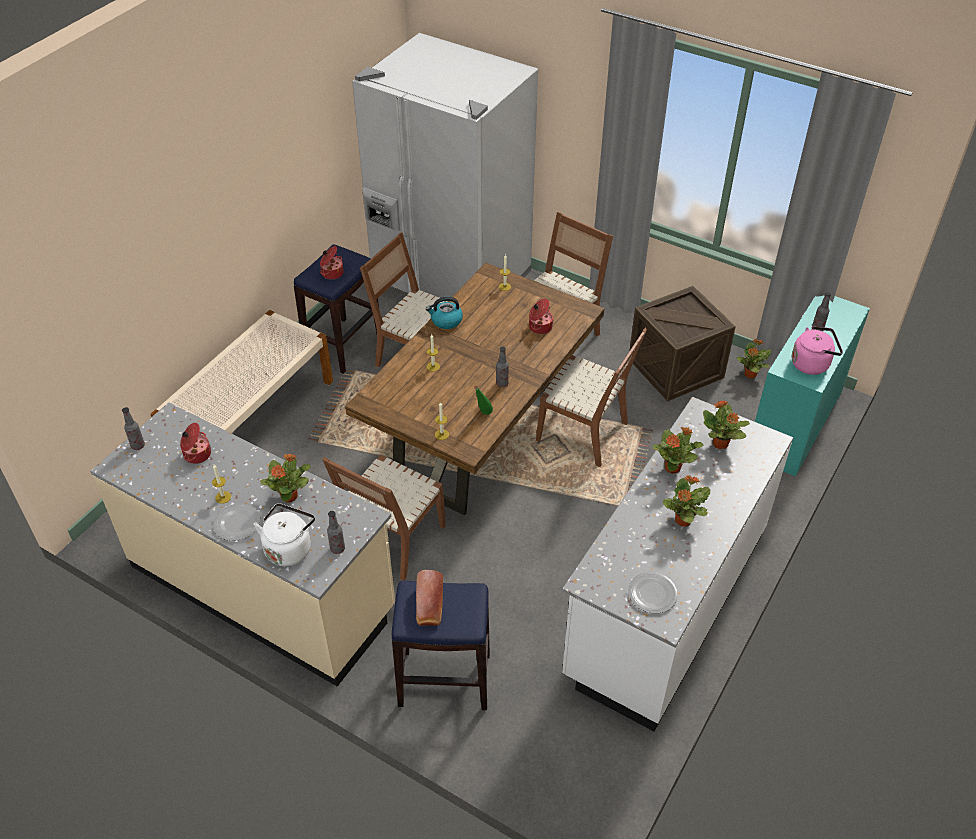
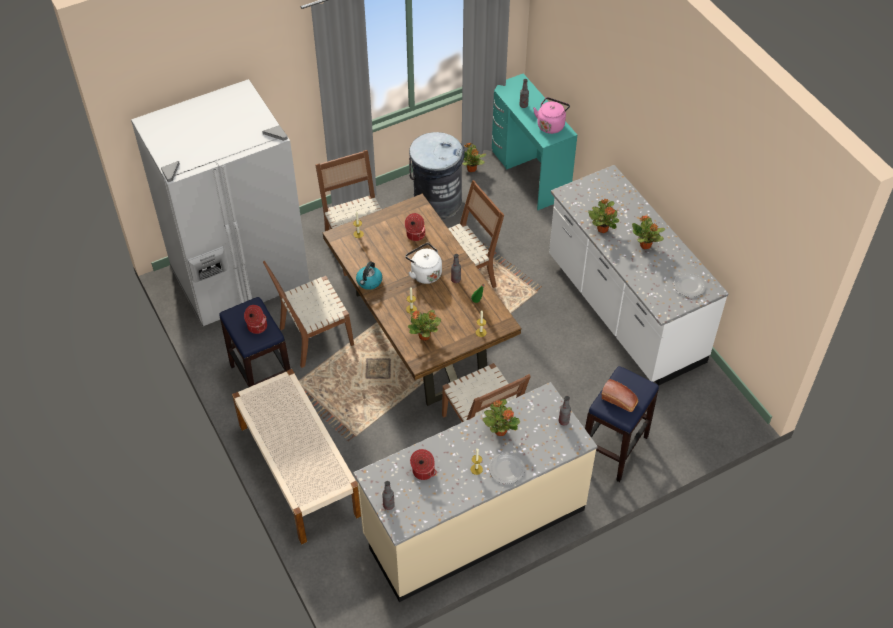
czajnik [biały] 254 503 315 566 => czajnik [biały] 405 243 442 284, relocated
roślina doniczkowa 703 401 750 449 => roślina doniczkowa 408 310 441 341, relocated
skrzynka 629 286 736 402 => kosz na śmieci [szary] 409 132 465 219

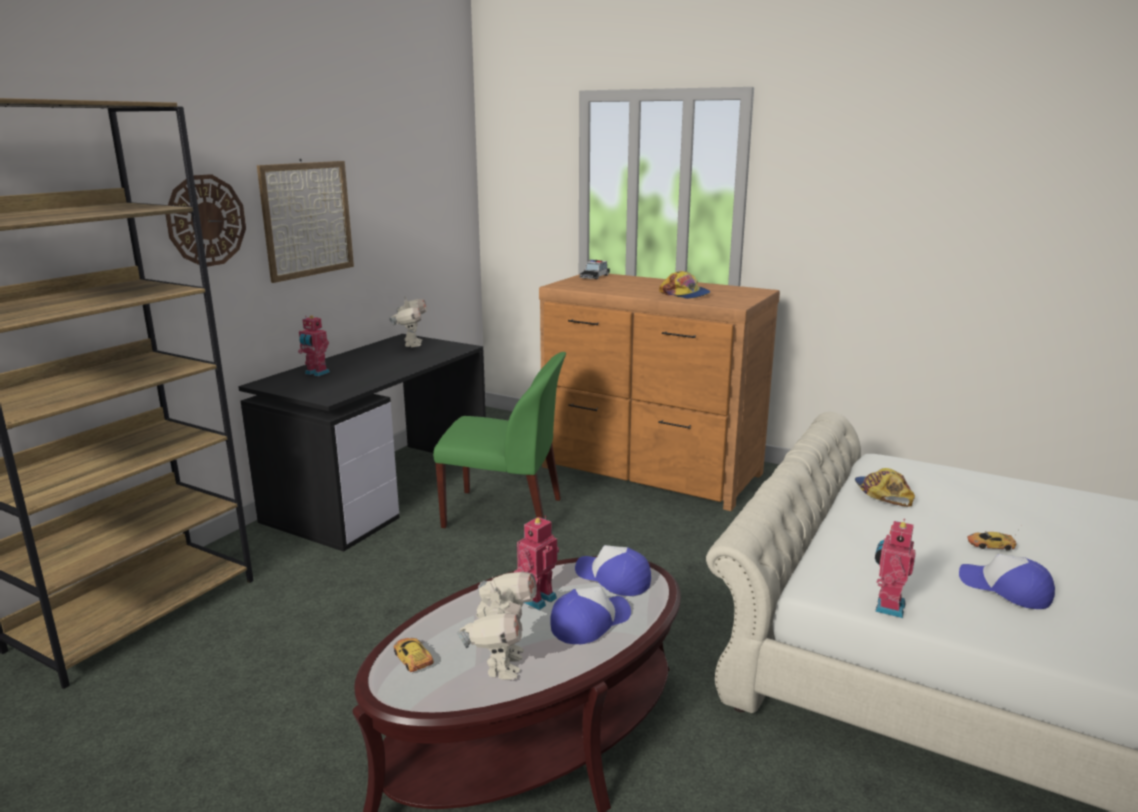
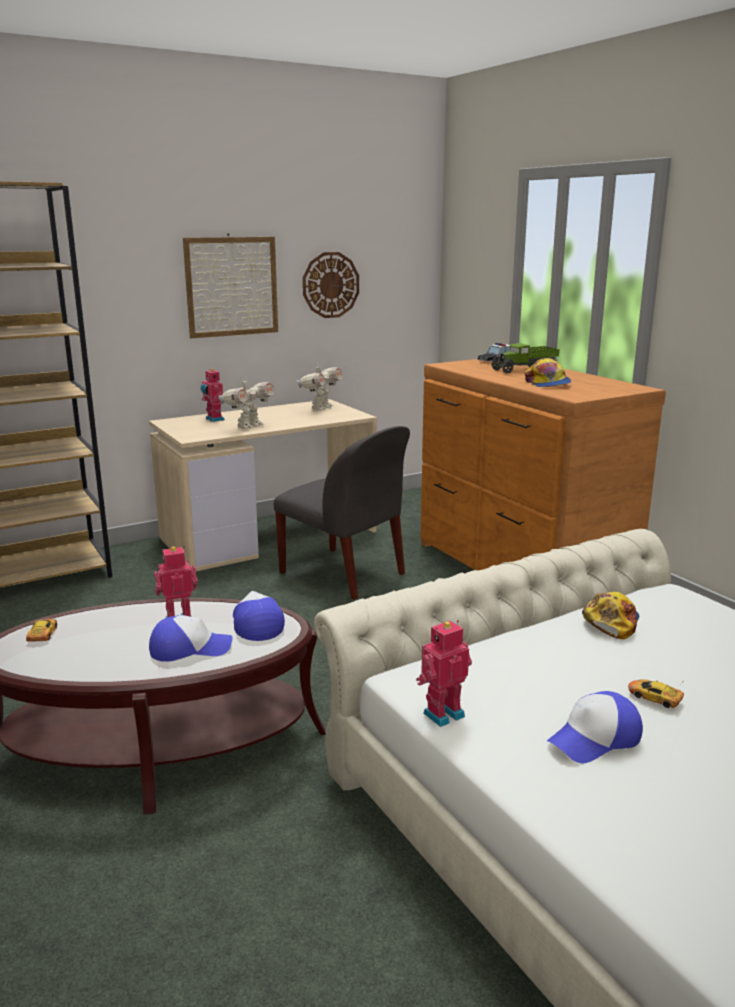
biurko [czarny] 238 334 486 552 => biurko [beżowy] 149 399 377 571
robot zabawkowy 457 572 537 680 => robot zabawkowy 219 377 274 429, relocated
krzesło [zielony] 433 352 566 528 => krzesło [szary] 274 426 410 600
zegar ścienny 165 174 246 267 => zegar ścienny 303 252 359 318, relocated
nothing => ciężarówka zabawkowa 492 343 560 373
czapka z daszkiem 959 554 1055 609 => czapka z daszkiem 547 691 643 763, 105 degrees counterclockwise

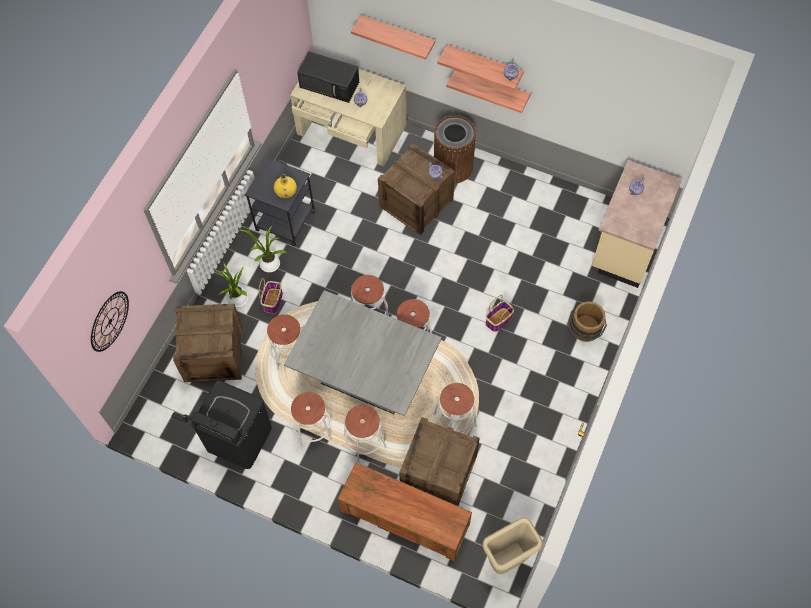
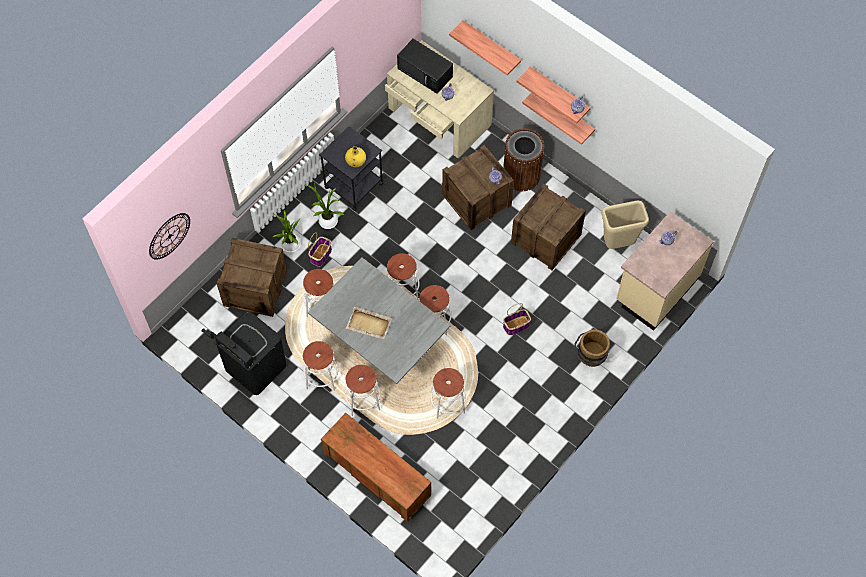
nothing => taca [beżowy] 346 307 392 339
skrzynka 399 417 479 506 => skrzynka 511 184 586 270, relocated
kosz na śmieci [beżowy] 483 518 543 574 => kosz na śmieci [beżowy] 602 200 649 249, relocated

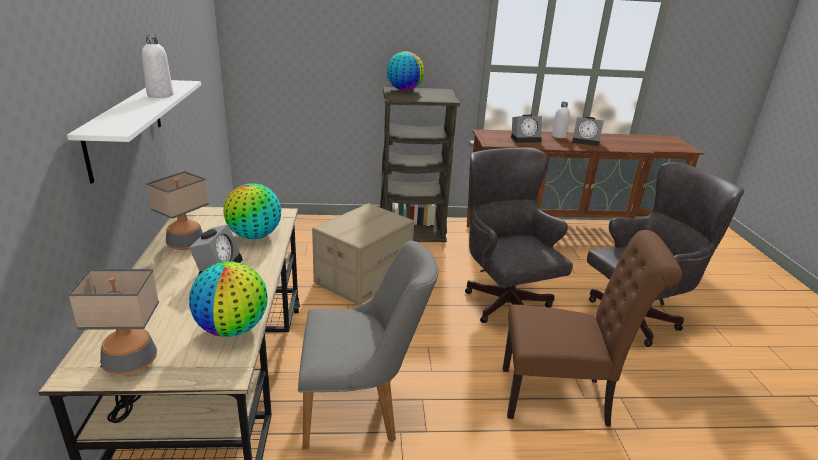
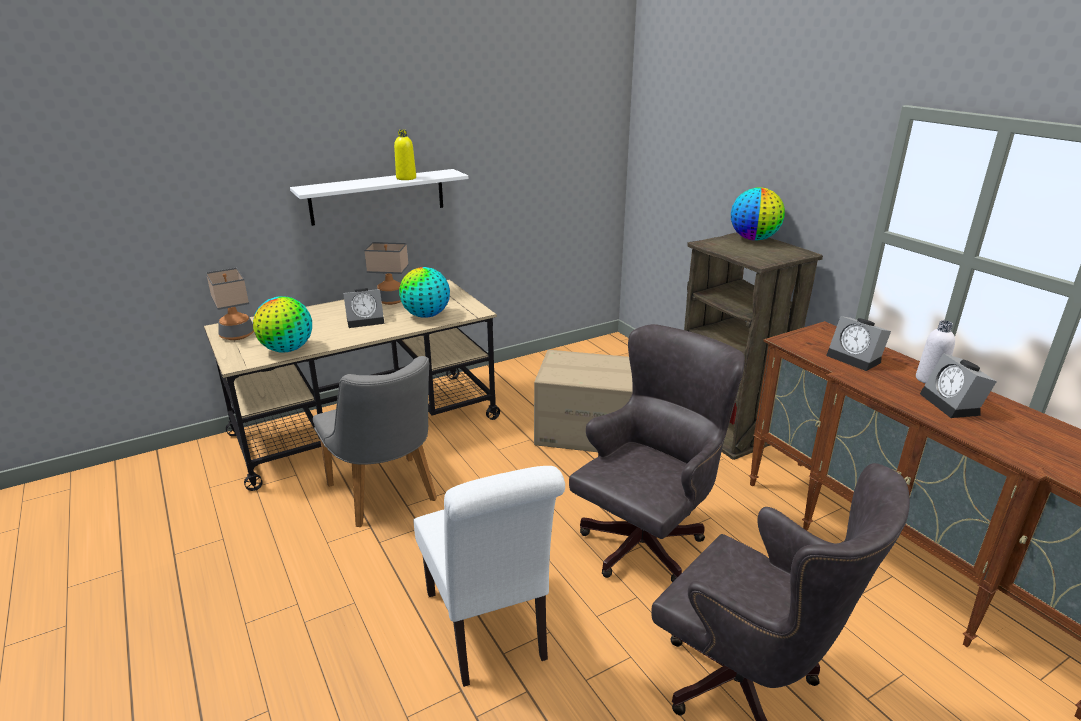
butelka [biały] 142 35 173 98 => butelka [żółty] 394 130 416 180
krzesło [brązowy] 503 230 682 427 => krzesło [biały] 414 466 565 687

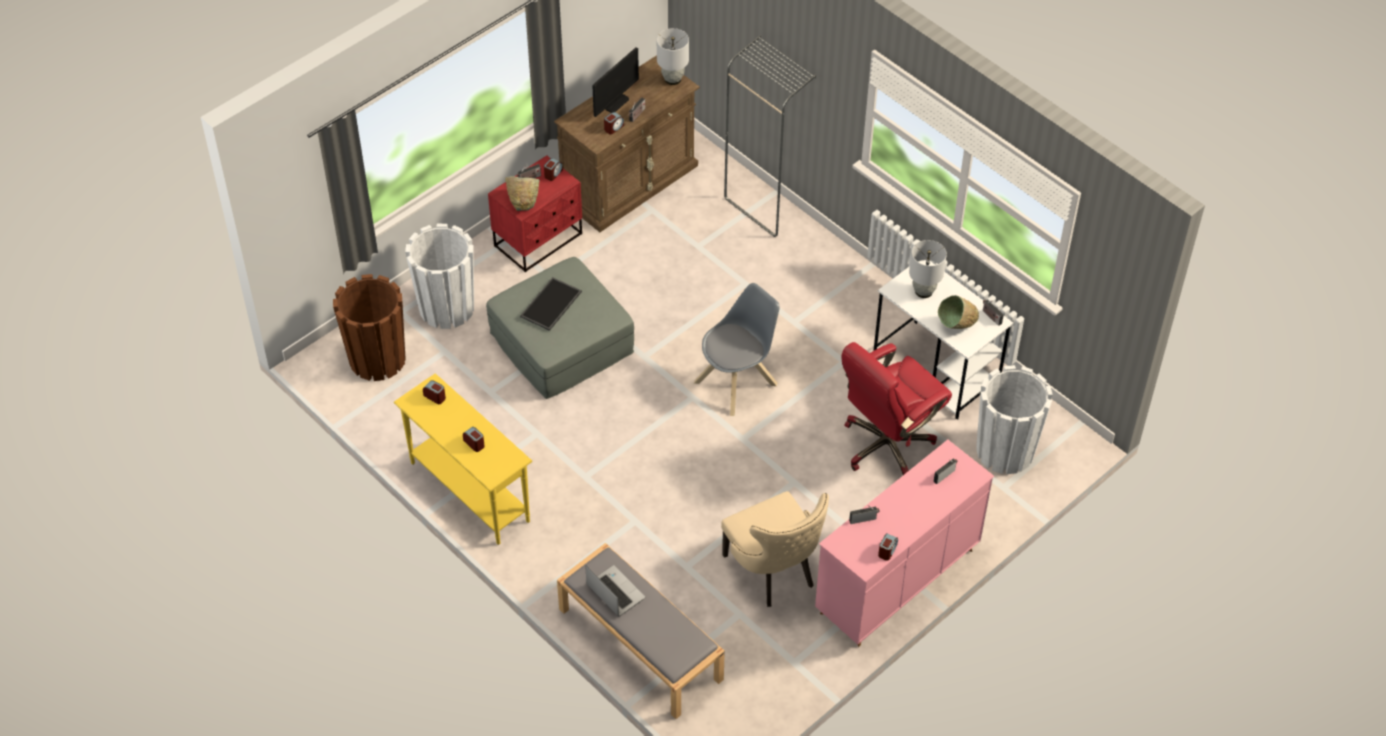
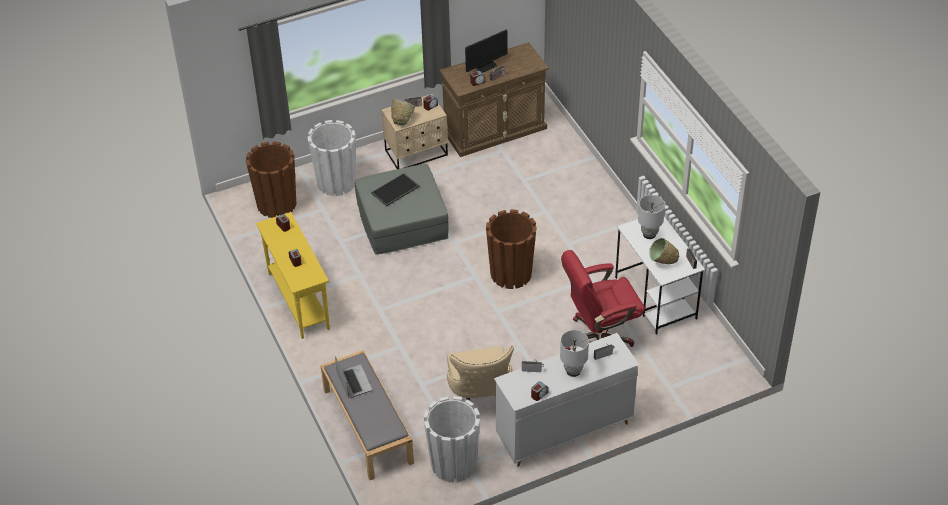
szafka nocna [czerwony] 488 155 582 272 => szafka nocna [beżowy] 382 94 448 169
donica [biały] 976 365 1053 474 => donica [biały] 424 396 480 483, relocated
krzesło [szary] 694 283 780 416 => donica [brązowy] 486 209 537 289
szafka [różowy] 815 440 994 647 => szafka [biały] 494 333 639 467
lampa stołowa [biały] 657 28 689 85 => lampa stołowa [biały] 560 330 589 377, relocated
wieszak [szary] 724 35 816 237 => nothing

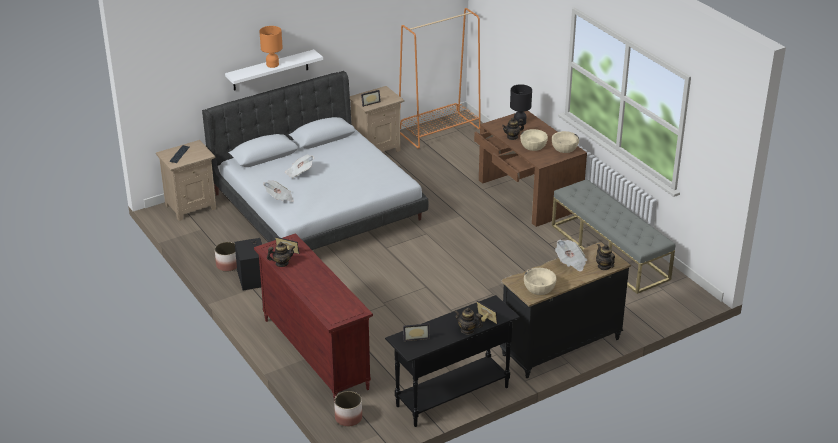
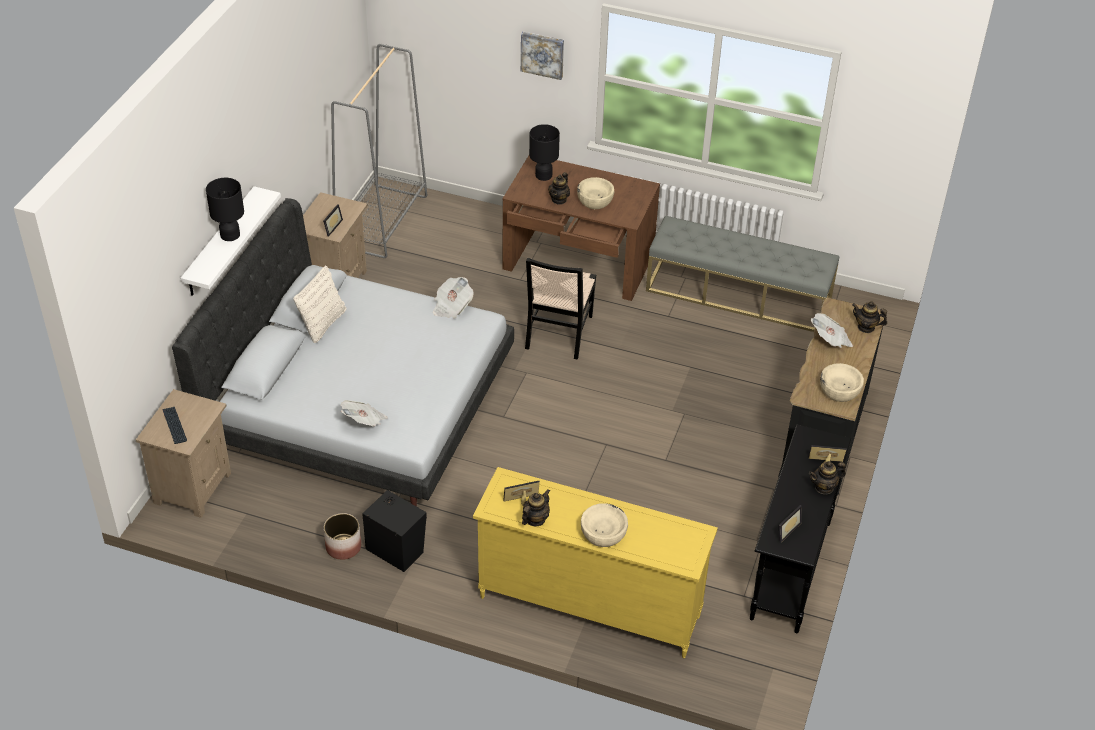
lampa stołowa [pomarańczowy] 259 26 283 68 => lampa stołowa [czarny] 206 178 244 241
nothing => poduszka [beżowy] 293 266 347 343
wieszak [pomarańczowy] 399 8 481 149 => wieszak [szary] 331 44 427 258
gazeta 285 154 314 178 => gazeta 433 277 473 319, relocated
komoda [czerwony] 254 233 373 399 => komoda [żółty] 473 467 718 659
nothing => obraz 521 32 564 80
nothing => krzesło 525 258 596 360
miska [beżowy] 552 131 579 153 => miska [beżowy] 581 503 628 547, relocated
donica 334 391 362 427 => nothing

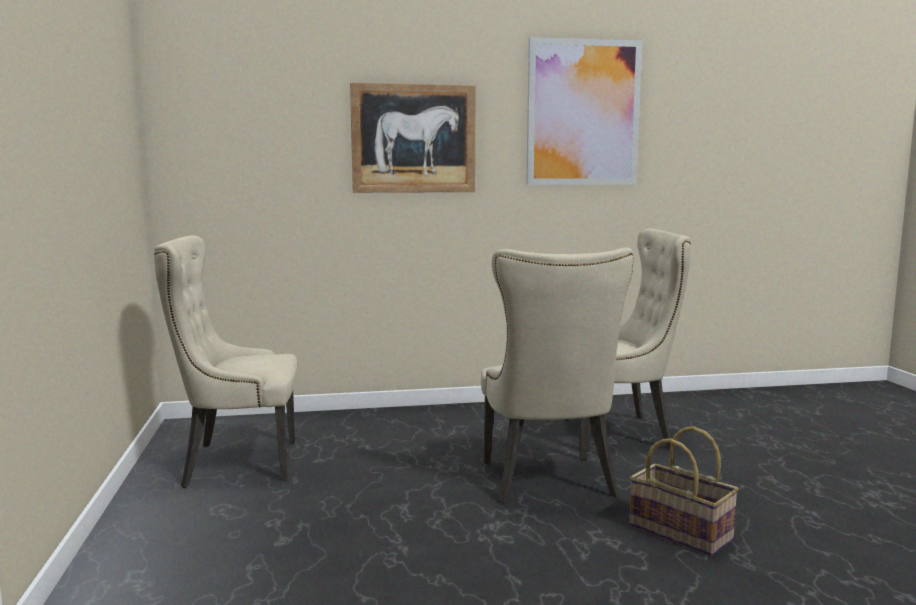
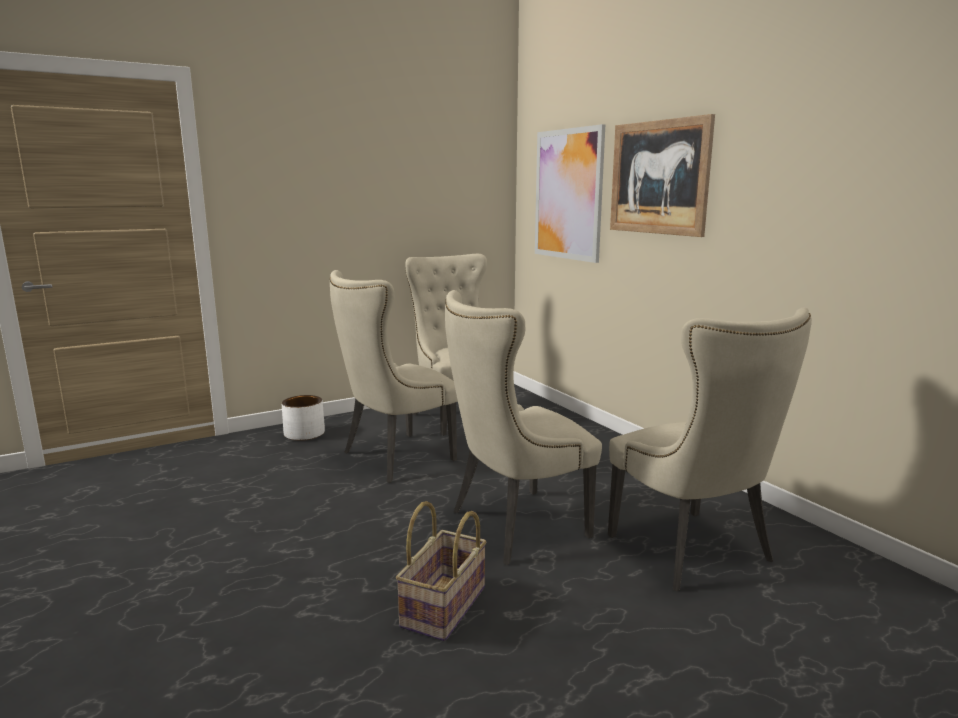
nothing => donica [biały] 282 395 325 441
nothing => krzesło [beżowy] 330 270 458 483
obraz 526 37 642 185 => obraz 535 124 605 263, relocated

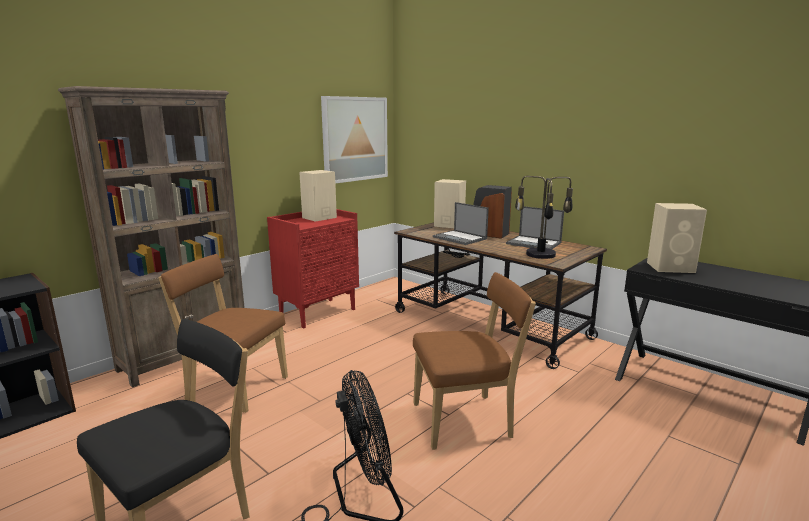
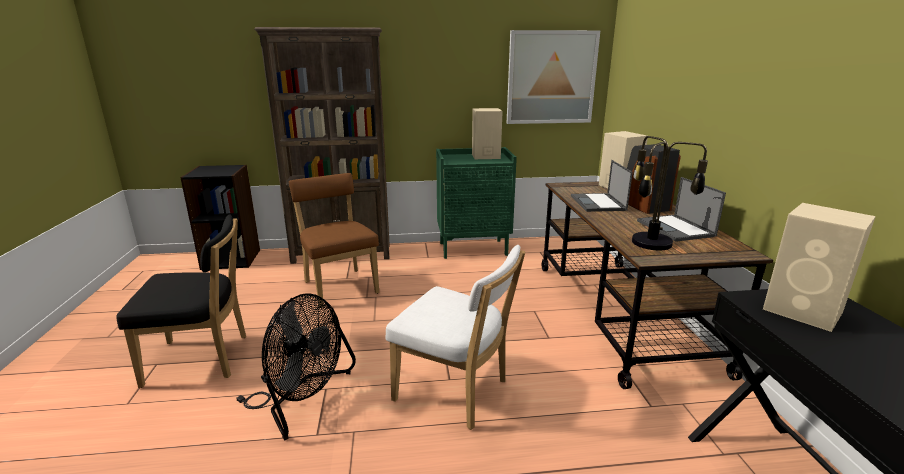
krzesło [brązowy] 413 272 536 450 => krzesło [biały] 385 245 525 430
szafka [czerwony] 267 209 359 328 => szafka [zielony] 436 147 517 259

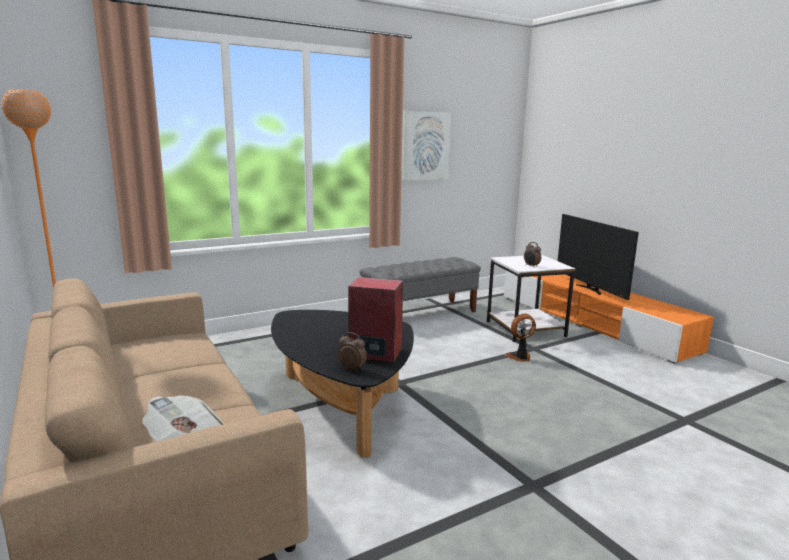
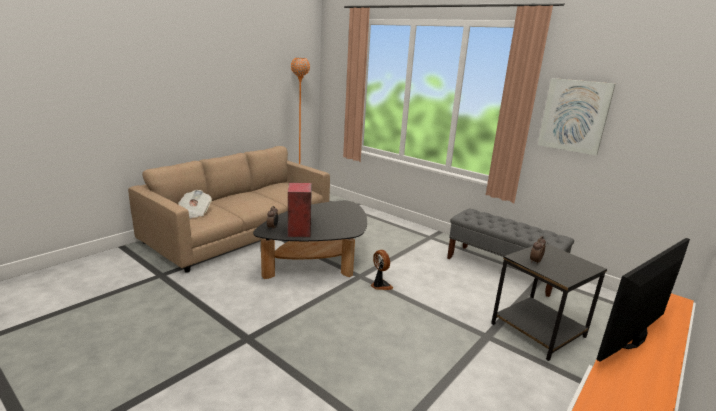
wentylator 505 314 536 362 => wentylator 371 250 394 290, relocated
stolik [biały] 487 255 576 342 => stolik [czarny] 491 243 607 361

